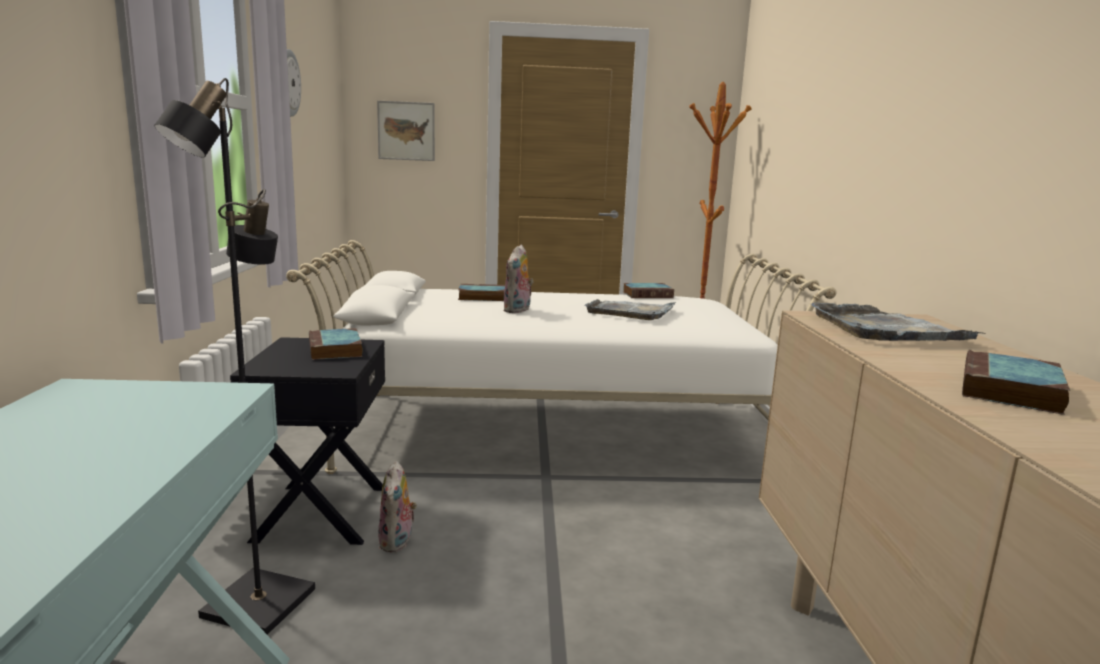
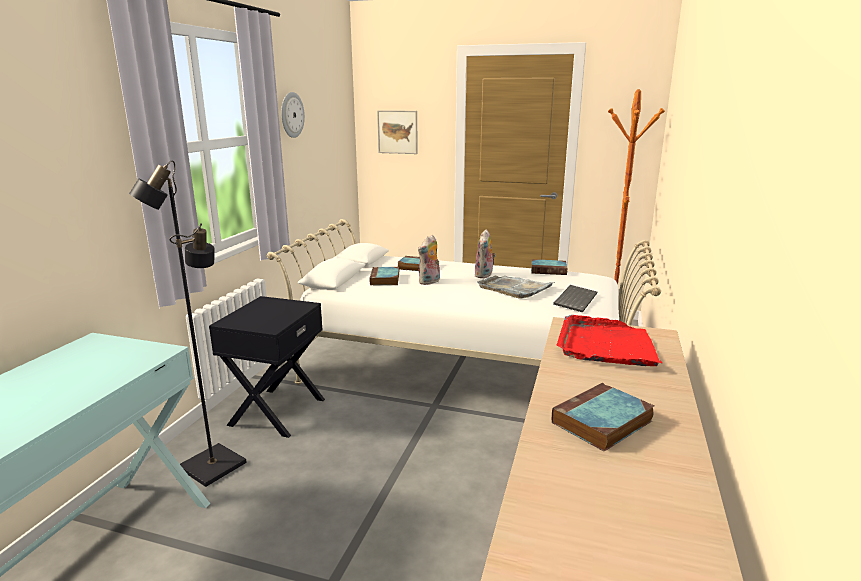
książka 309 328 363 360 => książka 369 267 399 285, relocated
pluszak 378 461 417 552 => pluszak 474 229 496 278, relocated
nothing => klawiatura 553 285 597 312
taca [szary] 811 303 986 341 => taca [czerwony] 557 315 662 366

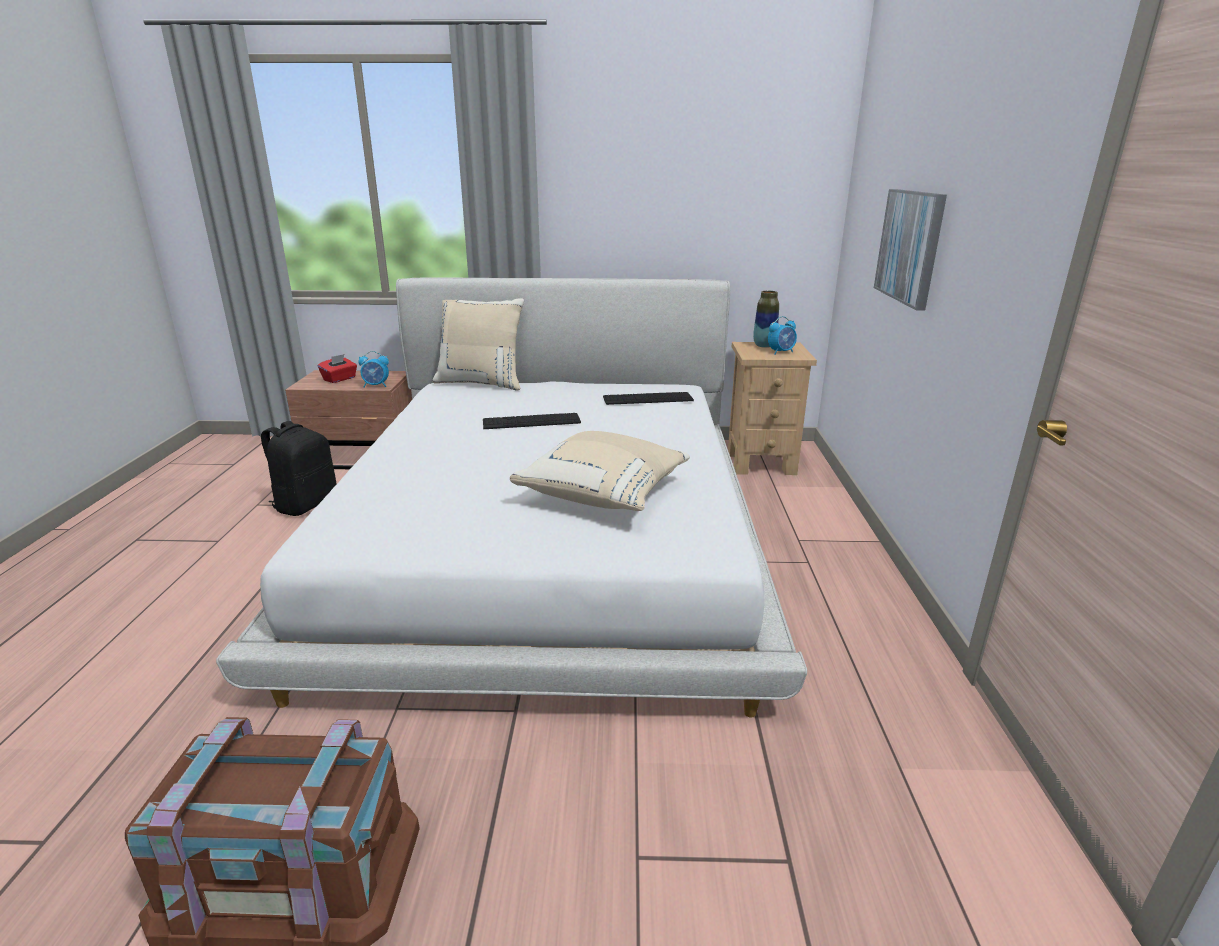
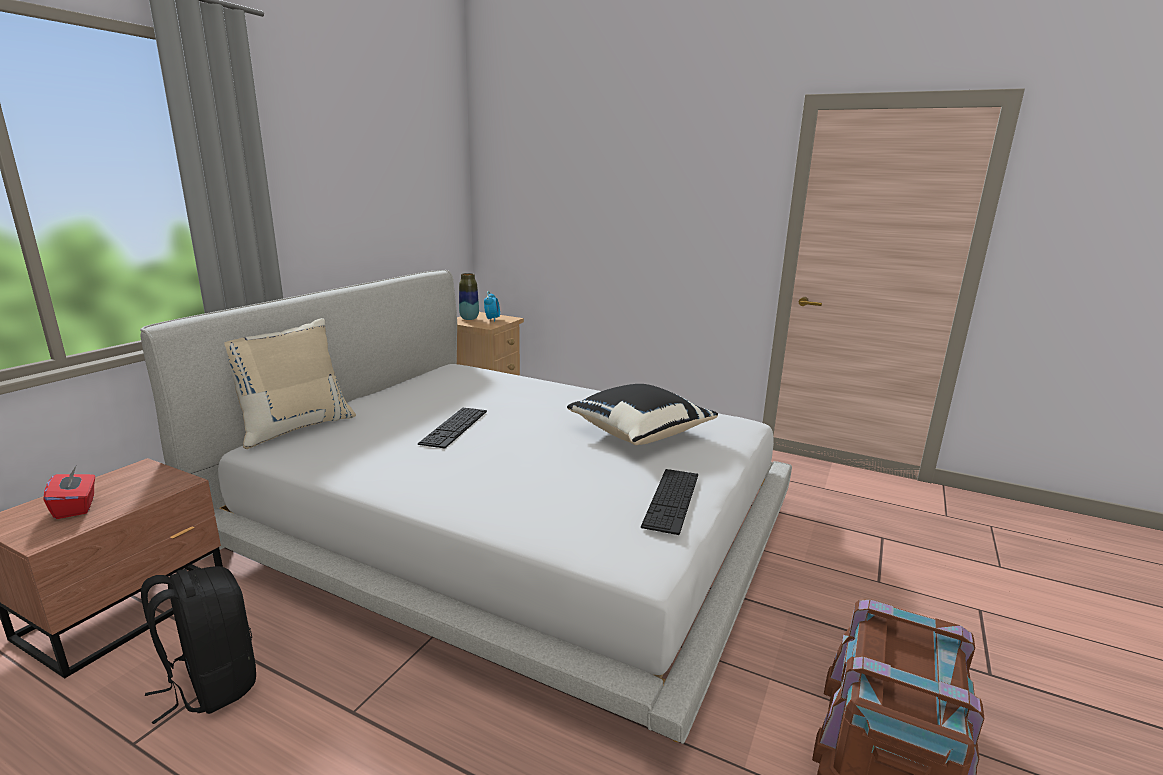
poduszka [beżowy] 510 431 690 511 => poduszka [czarny] 567 384 718 445
klawiatura 603 392 694 405 => klawiatura 641 469 698 535, relocated
budzik 358 351 389 387 => nothing
obraz 874 189 947 311 => nothing

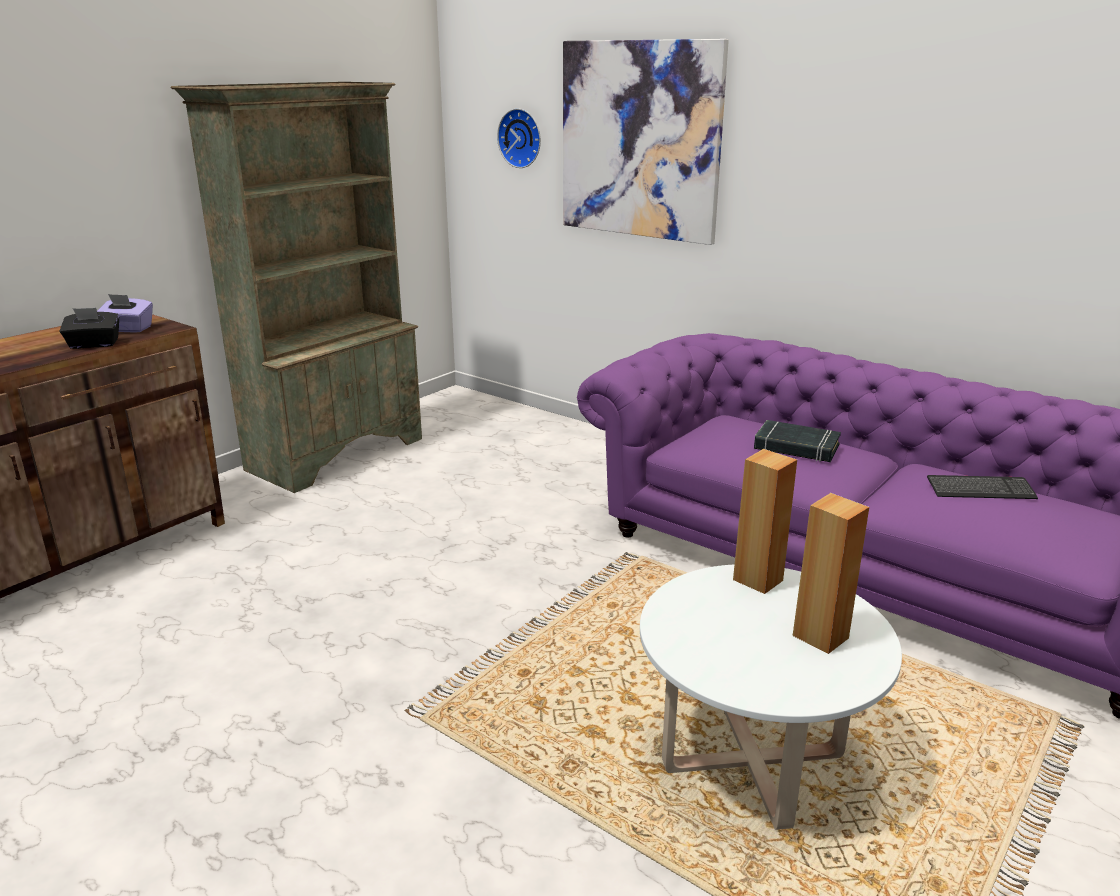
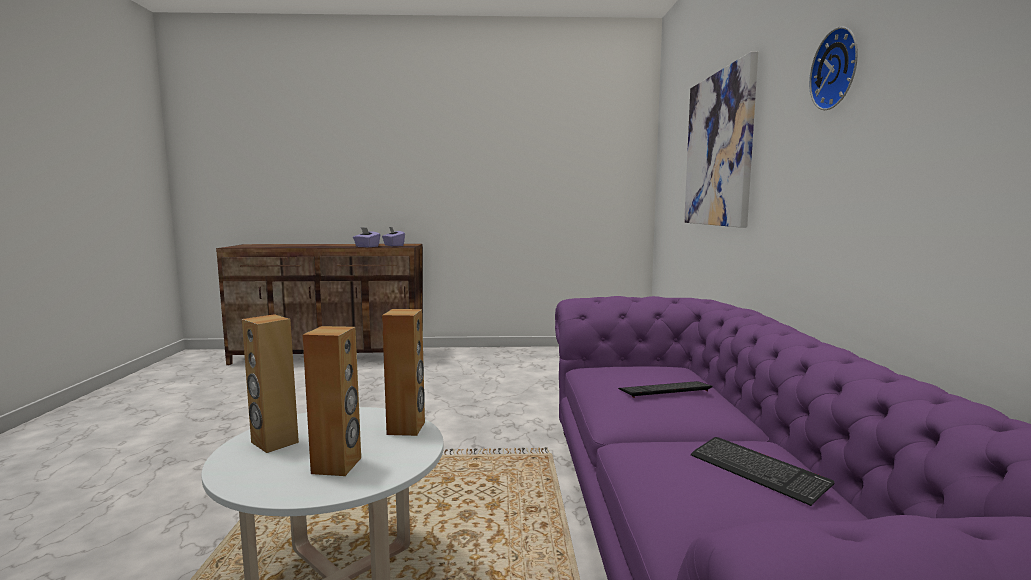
nothing => głośnik [brązowy] 242 314 299 453
pudełko chusteczek [czarny] 60 308 119 349 => pudełko chusteczek [fioletowy] 353 227 380 247
książka [czarny] 754 420 841 462 => klawiatura 618 381 712 398
zegar ścienny 497 108 541 168 => zegar ścienny 809 26 858 110, relocated
regał [zielony] 170 82 422 493 => nothing

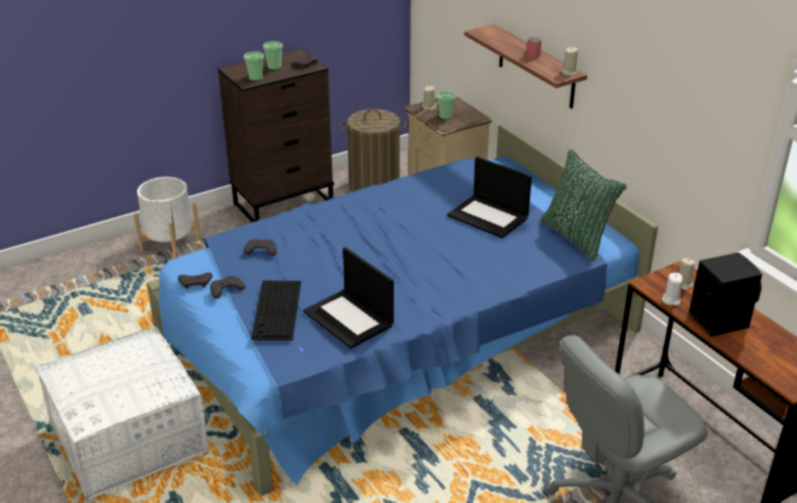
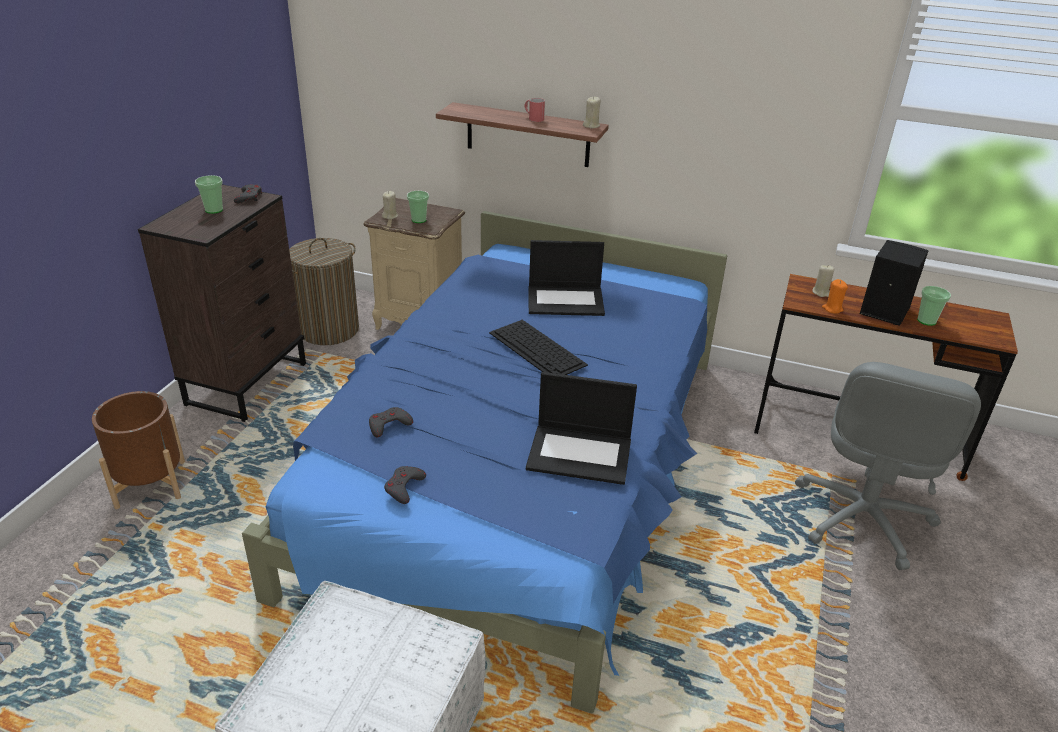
donica [biały] 134 177 201 259 => donica [brązowy] 92 391 185 509
klawiatura 251 281 301 341 => klawiatura 489 320 588 375, relocated
świeca [biały] 662 273 683 305 => świeca [pomarańczowy] 822 279 848 314
filiżanka 244 51 264 81 => filiżanka 917 286 951 326, relocated
pad do gier [szary] 178 272 212 289 => nothing
poduszka [zielony] 540 149 627 262 => nothing

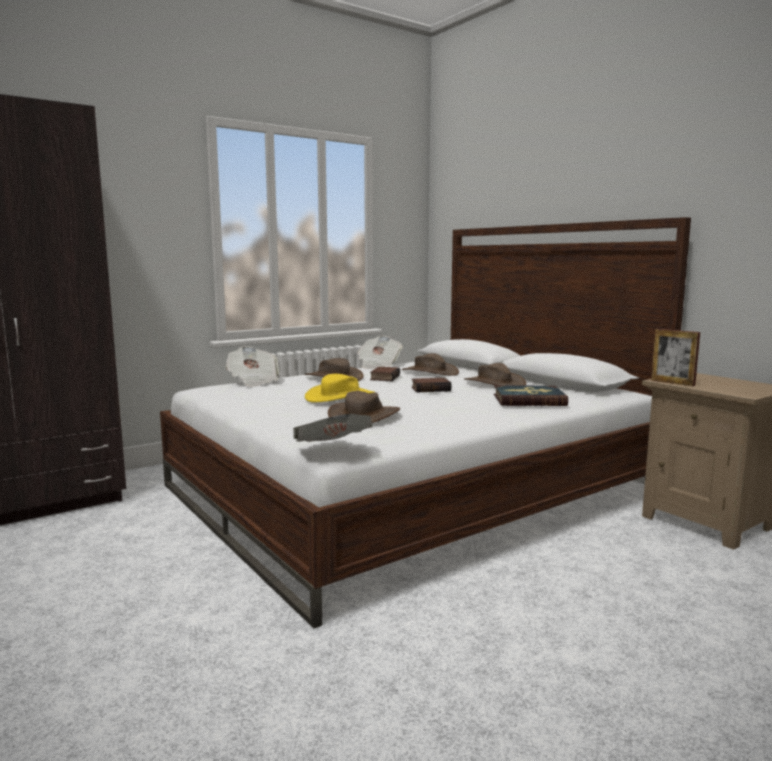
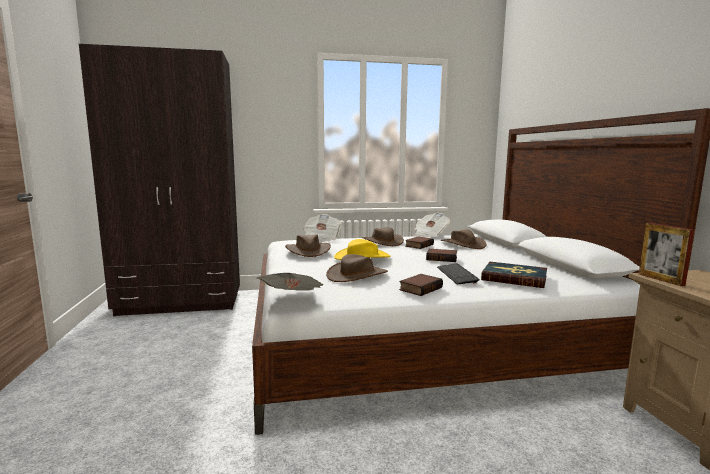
kapelusz [brązowy] 464 363 526 386 => kapelusz [brązowy] 285 234 331 257, relocated
nothing => książka 399 274 443 296
nothing => klawiatura 437 263 479 285

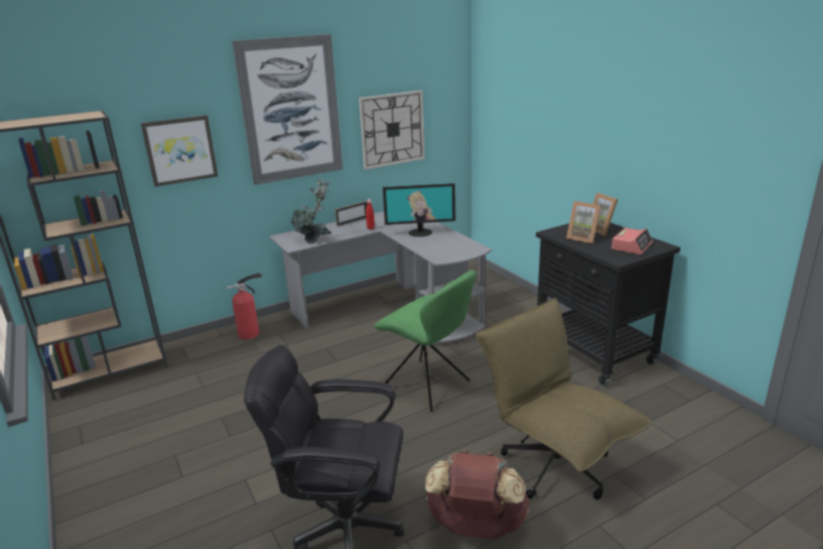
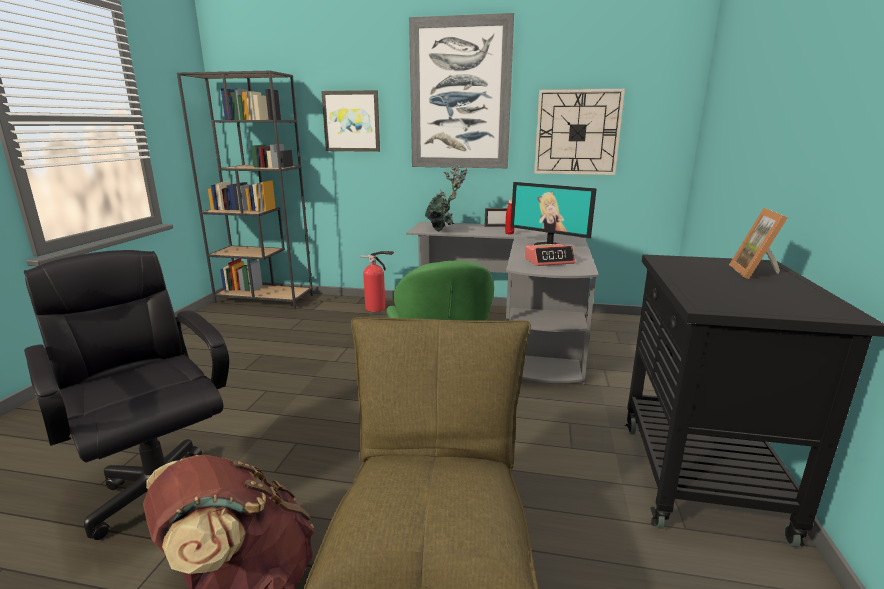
budzik 611 228 653 255 => budzik 525 244 575 266, relocated
ramka na zdjęcie 566 201 601 244 => nothing

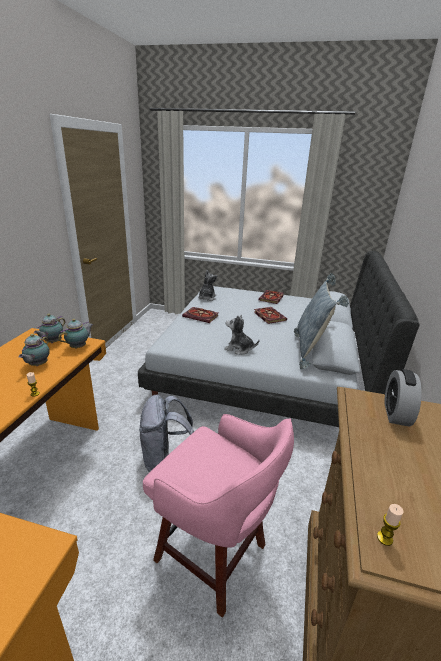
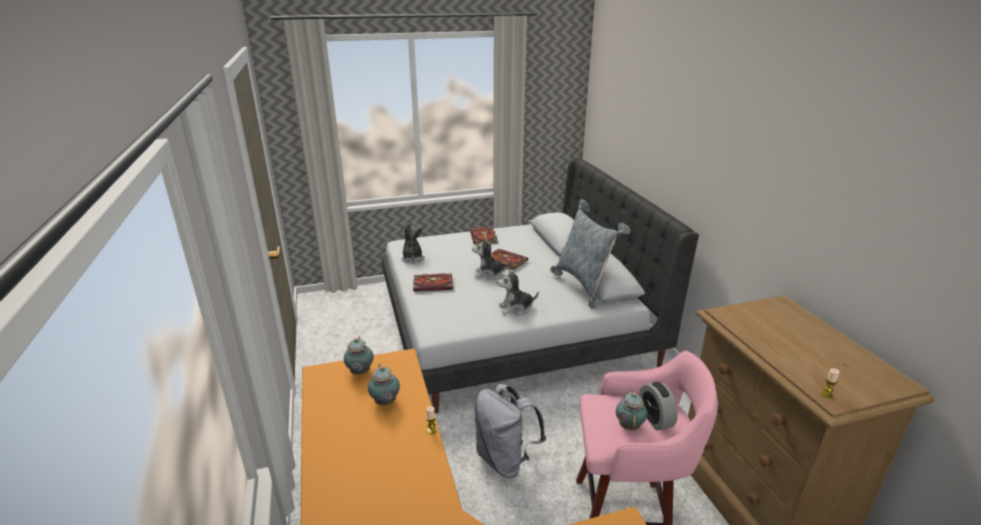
nothing => pluszak 472 238 510 280
imbryk 58 319 93 349 => imbryk 616 390 647 430, relocated
budzik 384 369 422 427 => budzik 639 382 678 431, relocated

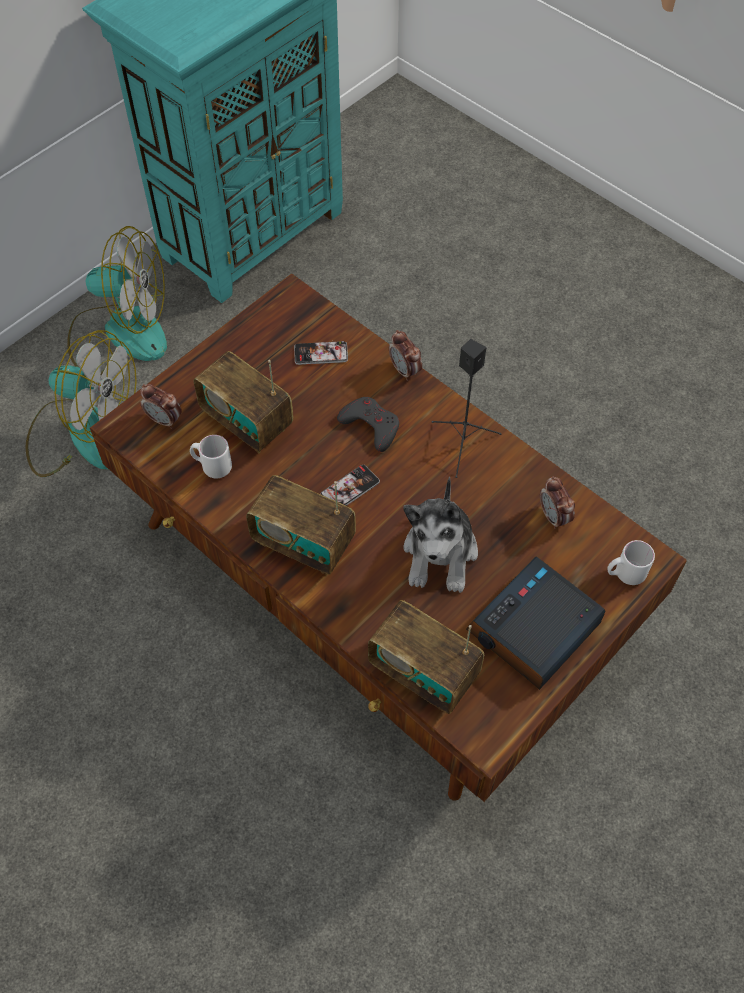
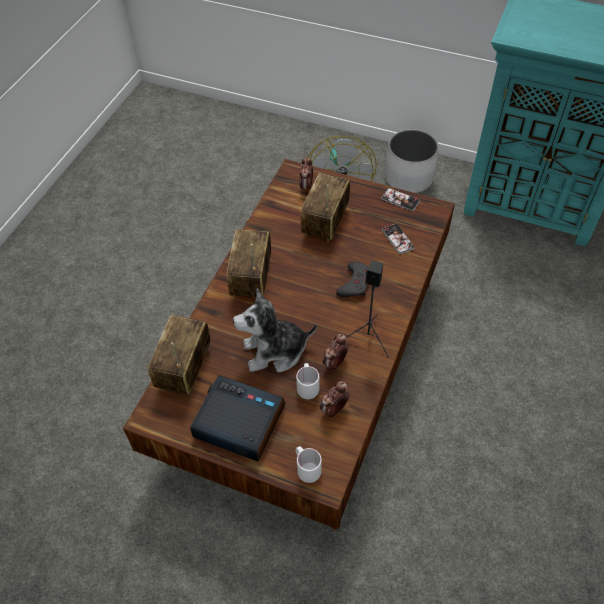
kubek [biały] 190 435 232 478 => kubek [biały] 296 363 319 399, relocated
budzik 389 330 422 381 => budzik 323 334 349 371, relocated
telefon 320 465 380 506 => telefon 382 188 420 211, relocated
wentylator 67 226 167 374 => donica [biały] 385 129 439 193

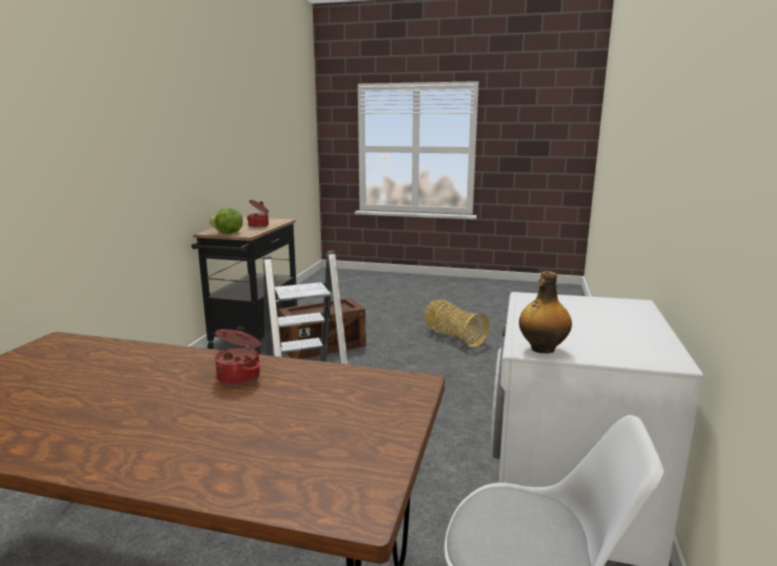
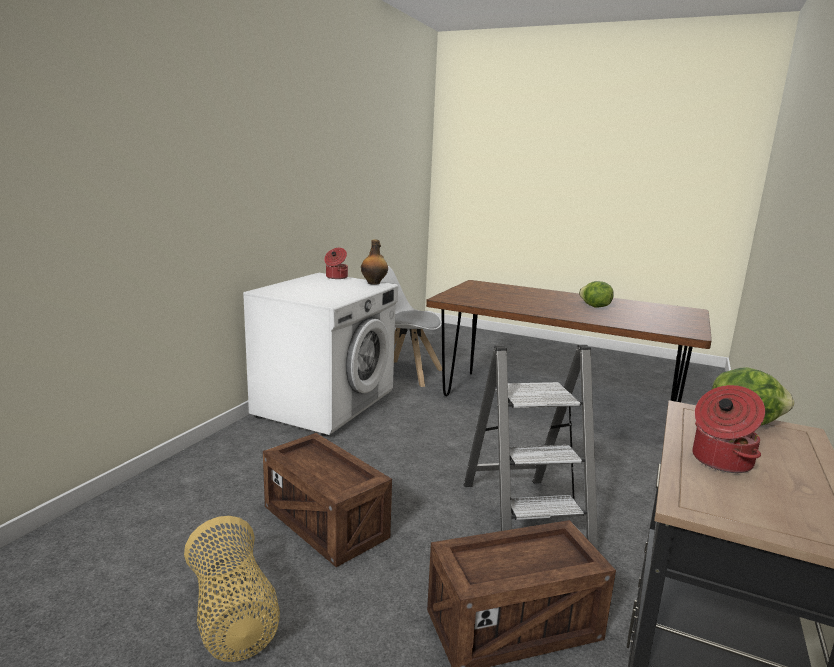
nothing => skrzynka 263 433 392 567
garnek 215 326 261 386 => garnek 324 248 348 279, relocated
nothing => sałata 579 281 614 307

